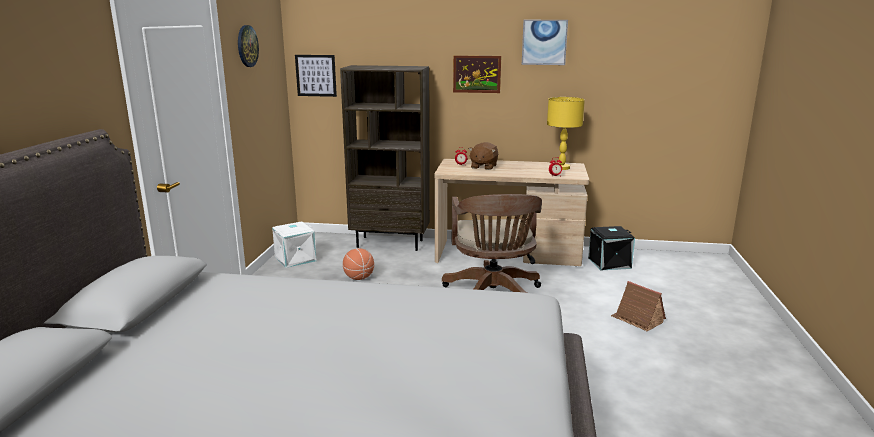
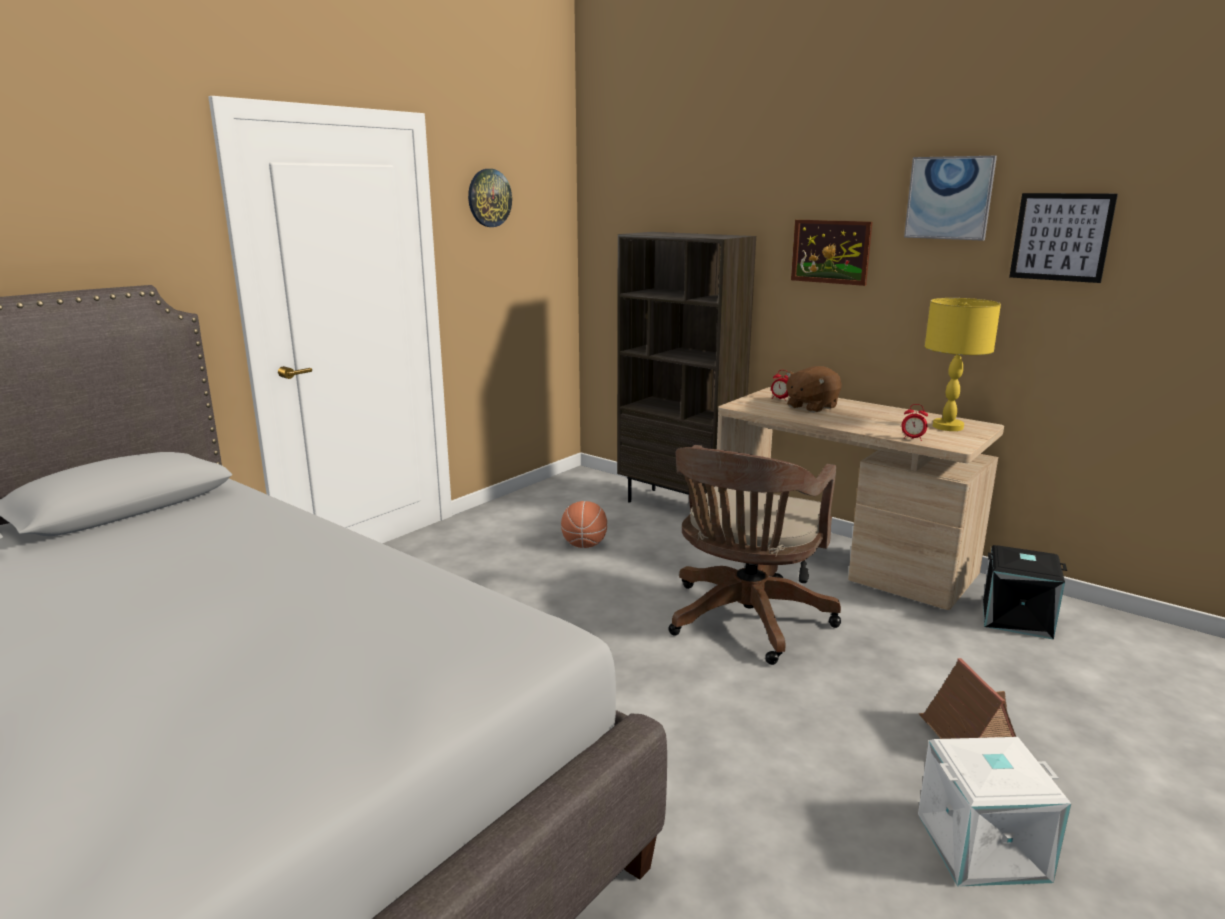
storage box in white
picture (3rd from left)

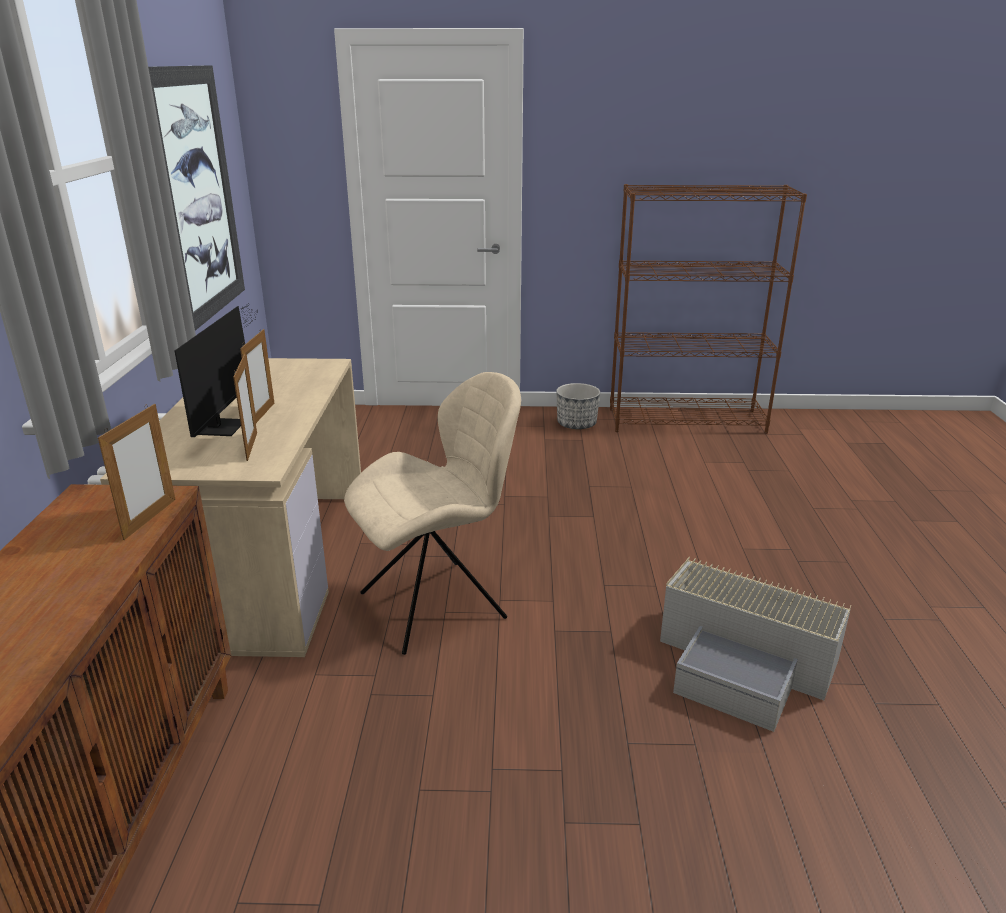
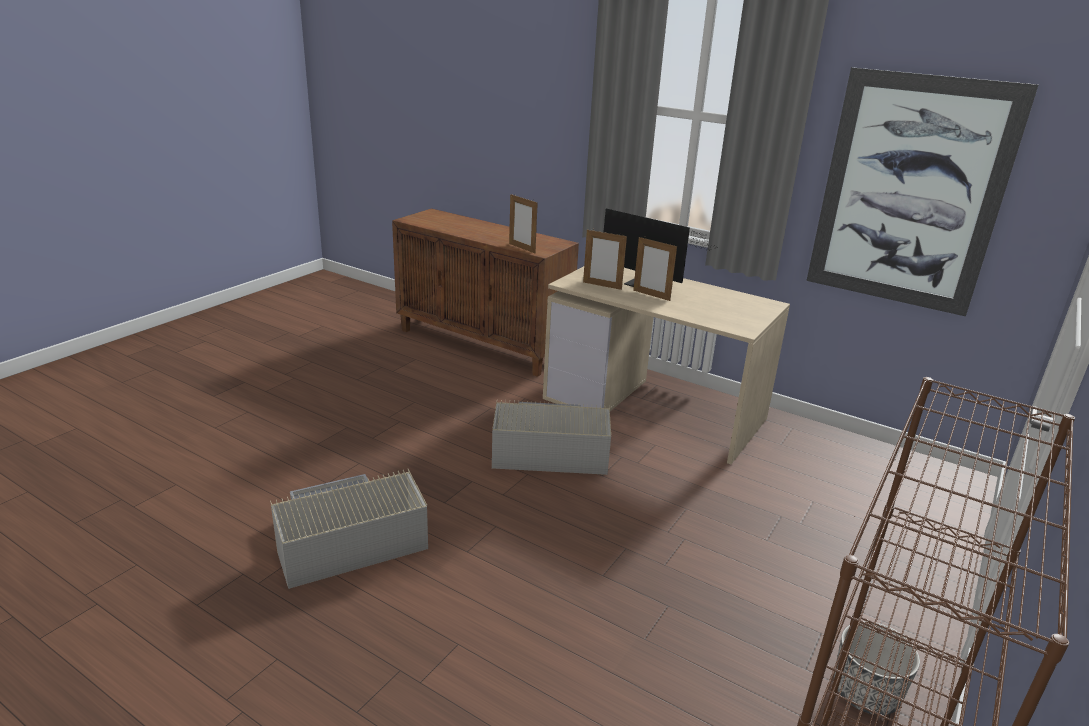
storage box in grey (2nd from left)

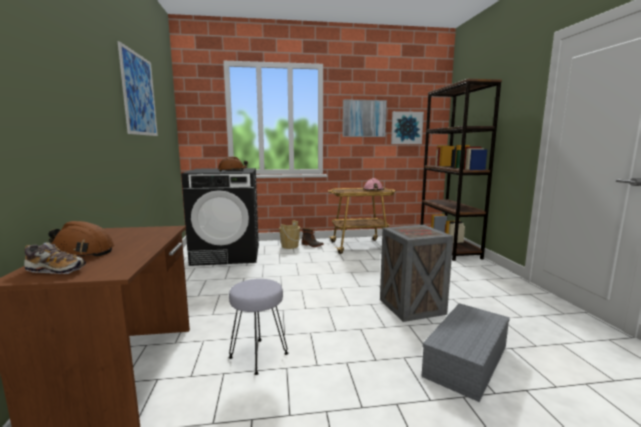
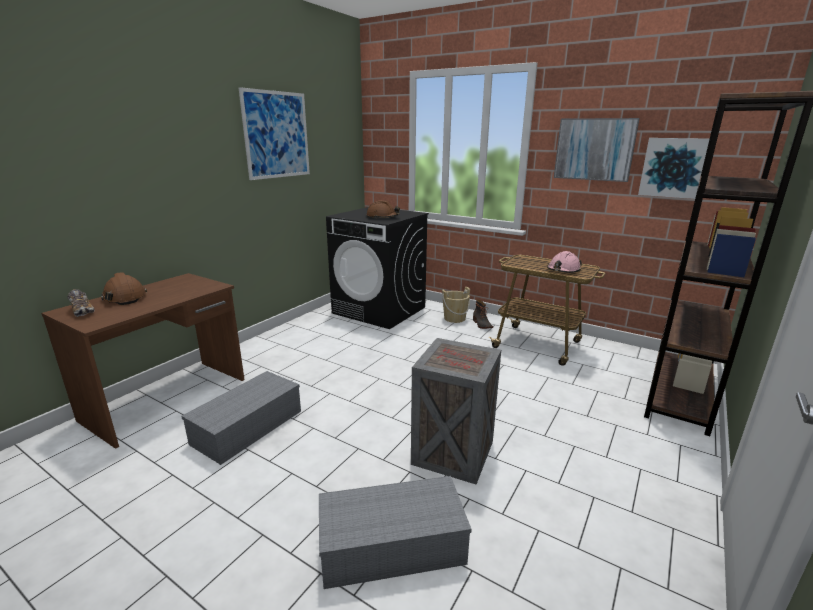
storage box in grey (1st from left)

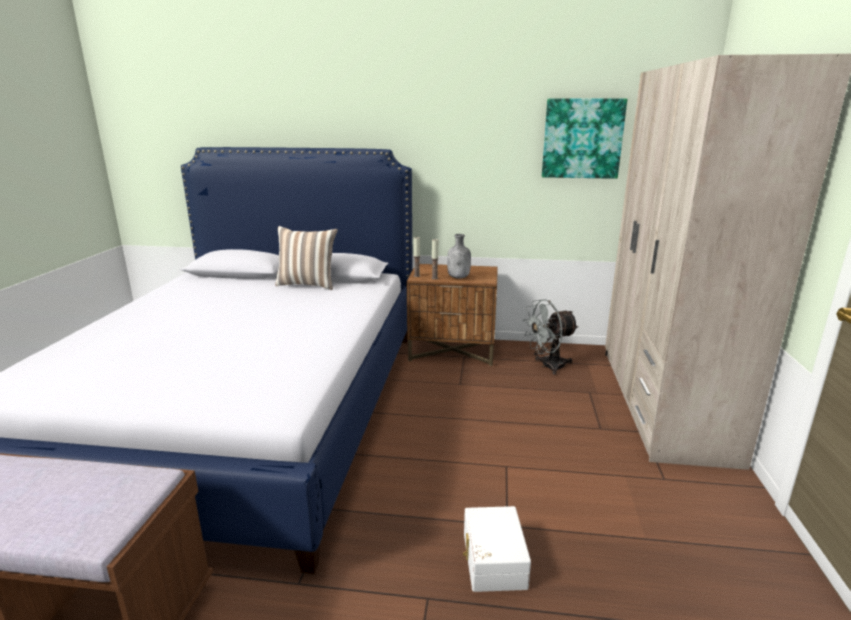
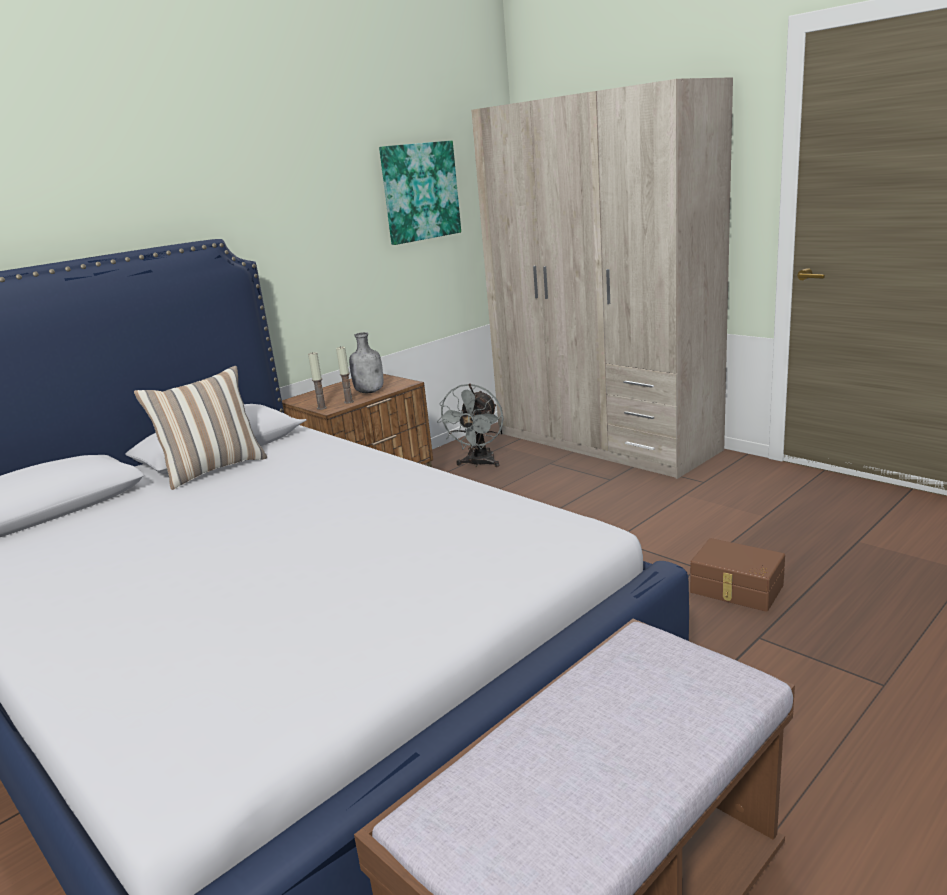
storage box in brown

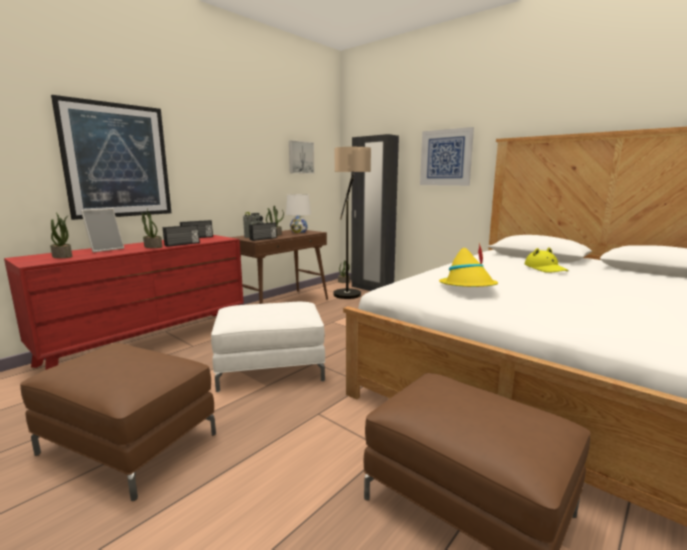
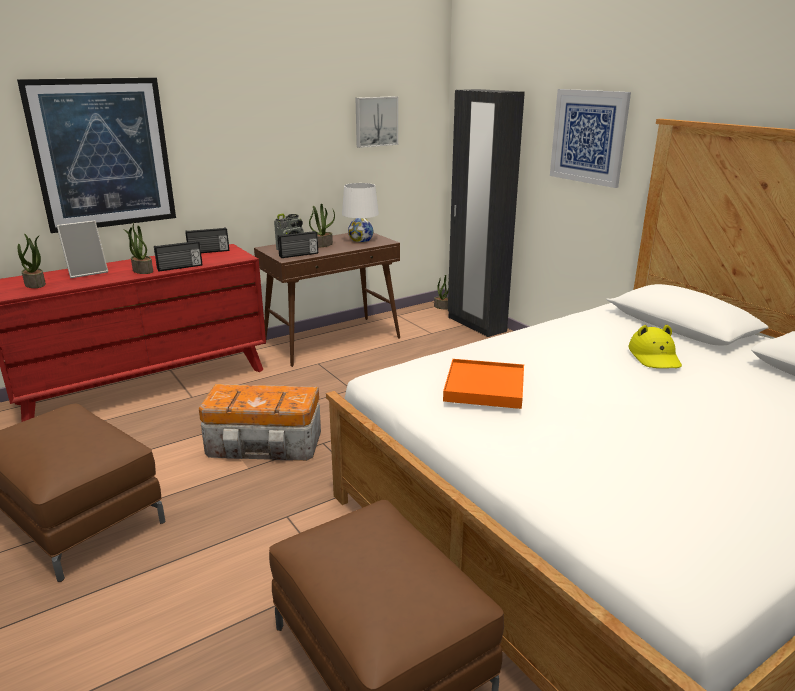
storage box
tray in orange
floor lamp

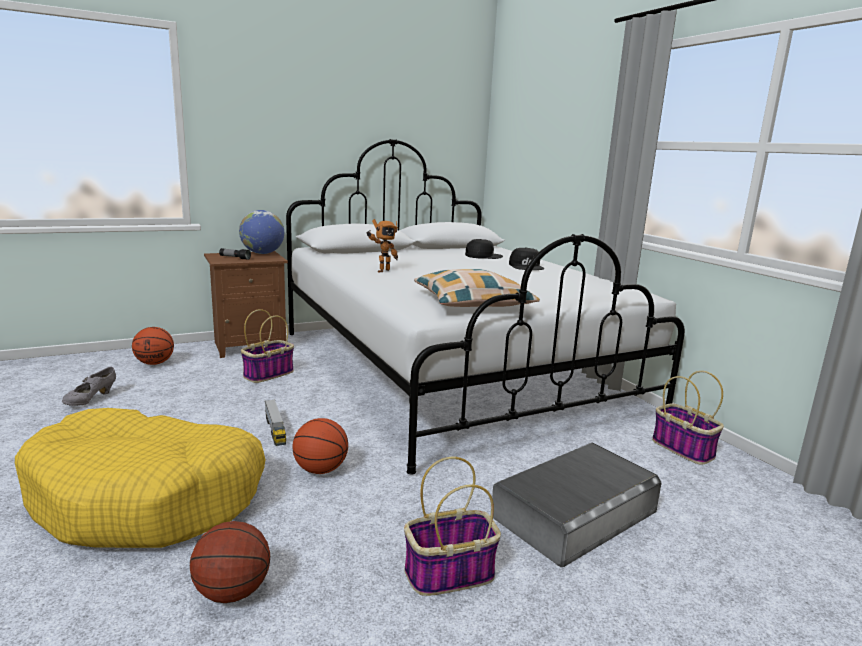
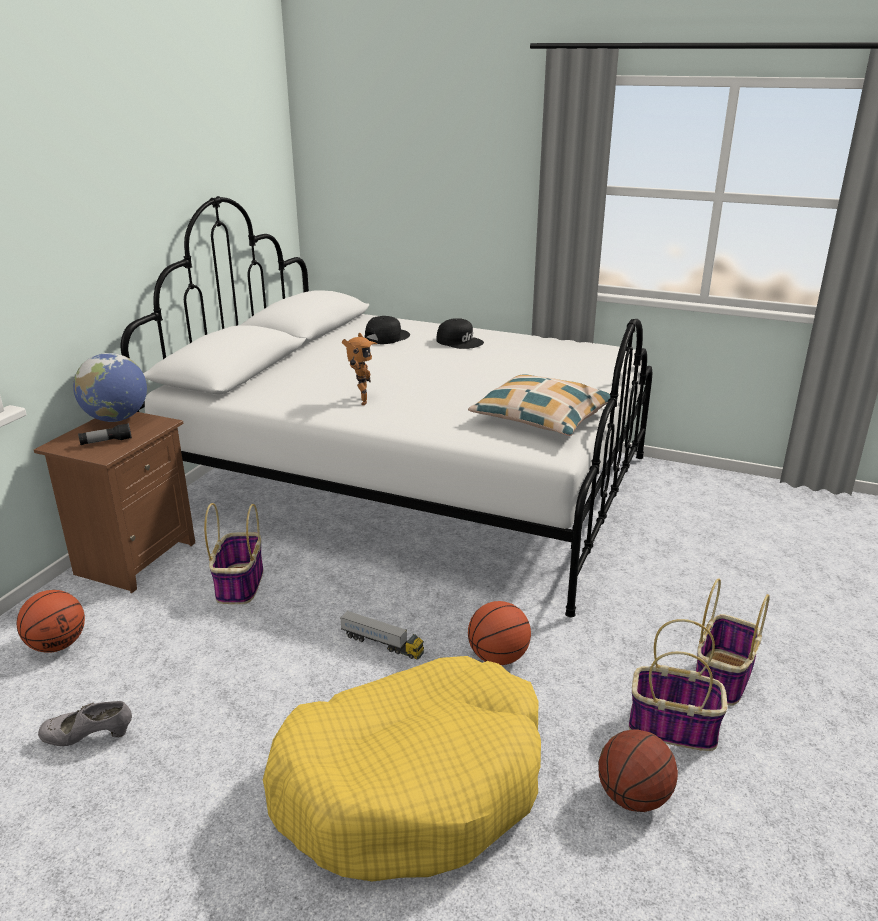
shoe in grey
basket (2nd from left)
storage box in grey

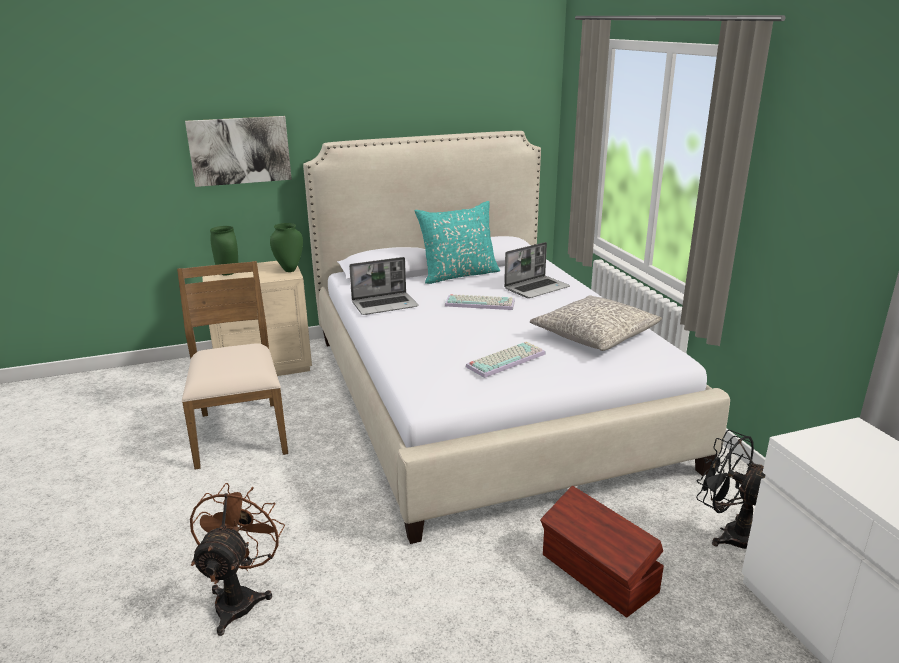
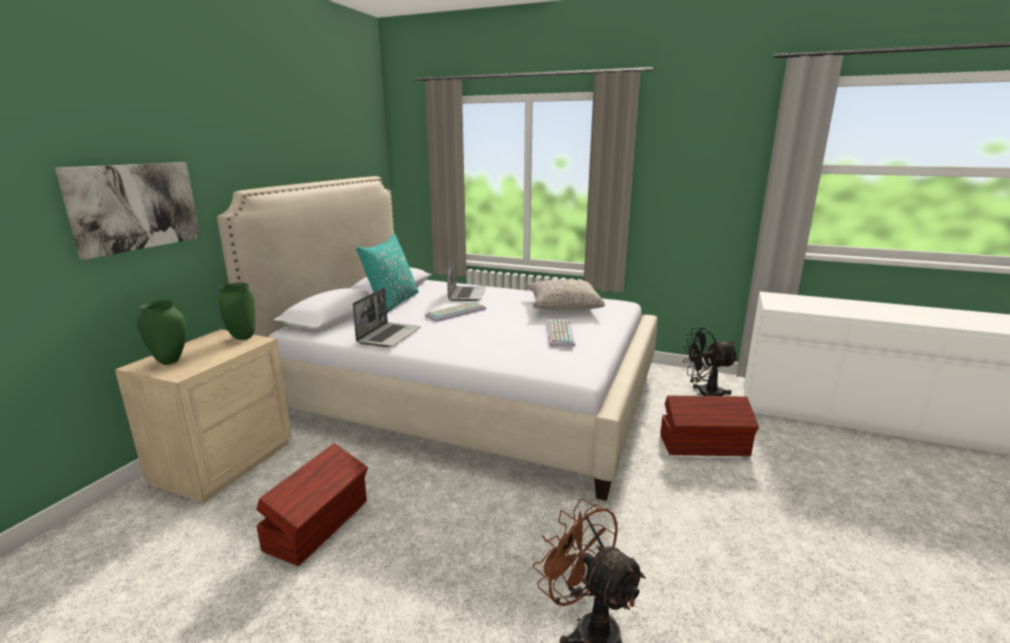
storage box in brown (1st from left)

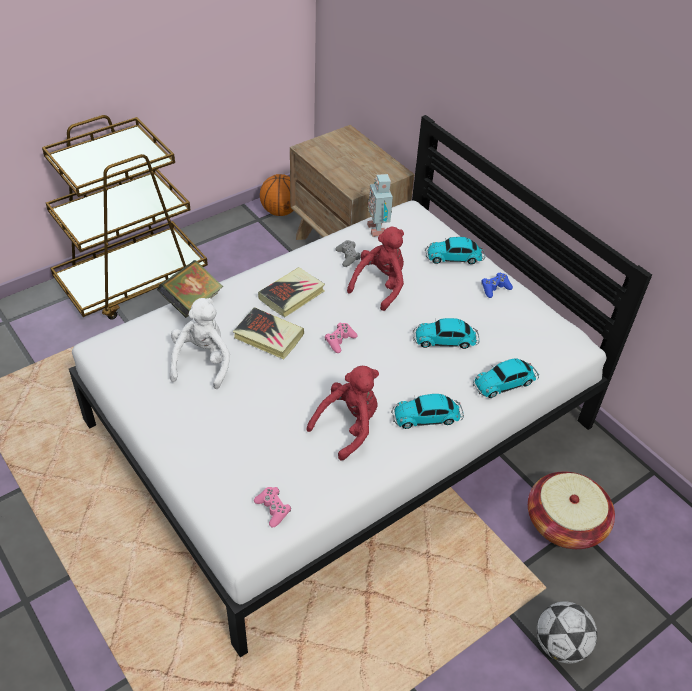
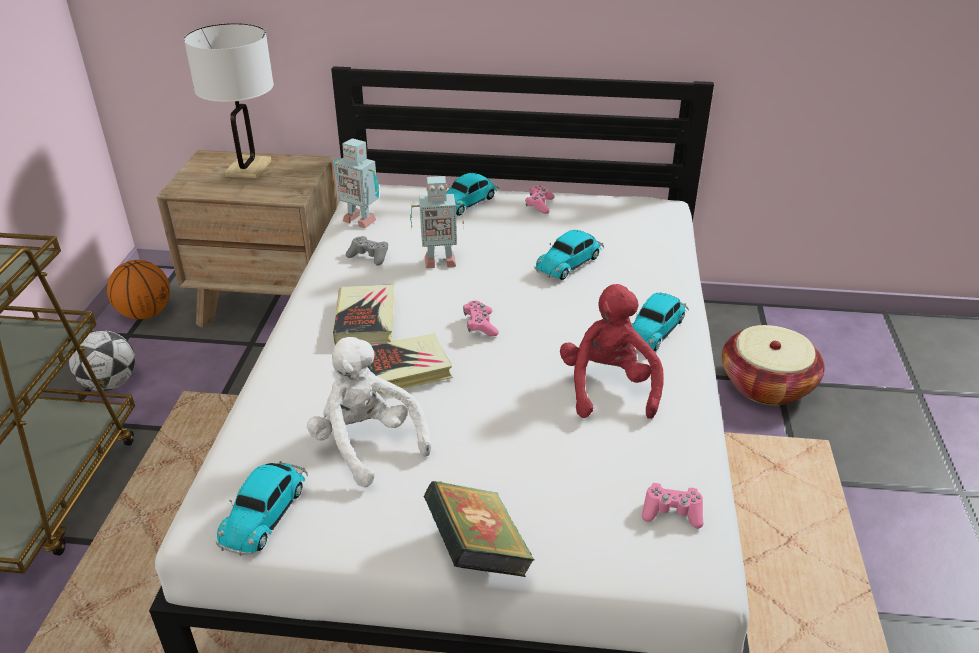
football
table lamp in white
toy car (1st from left)
toy robot (2nd from left)
book (3rd from left)
game controller in pink (2nd from left)

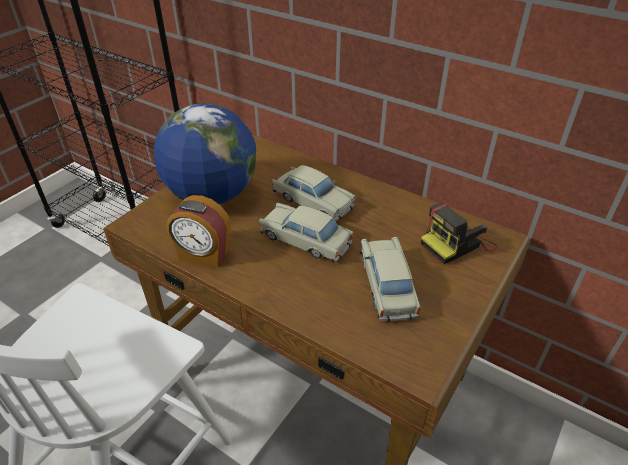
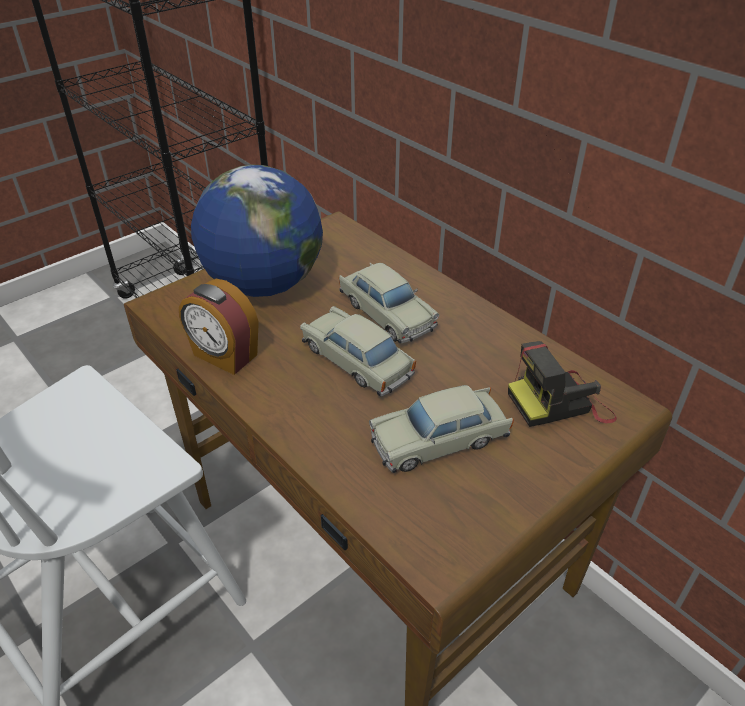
toy car in beige (3rd from left)

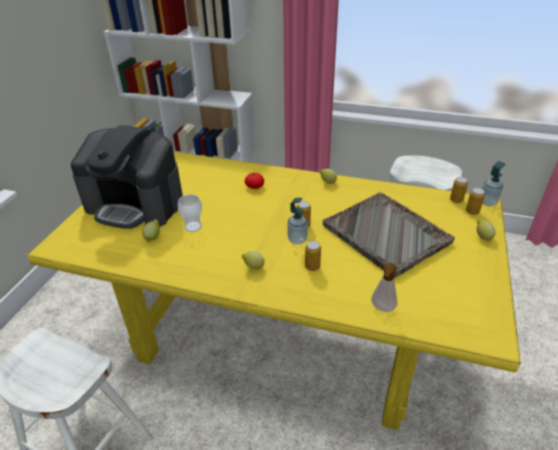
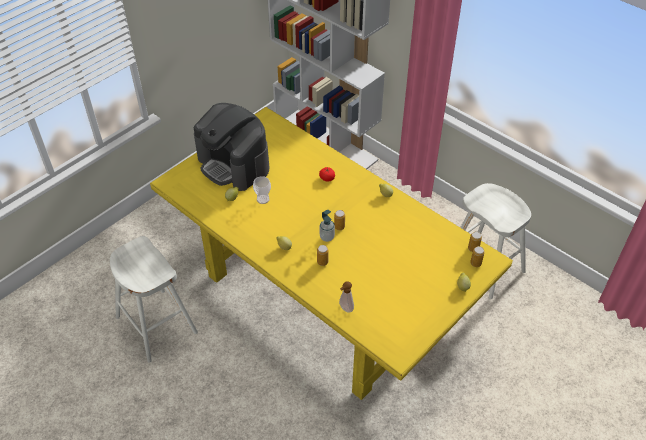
tray in grey
soap dispenser (3rd from left in the first image)

